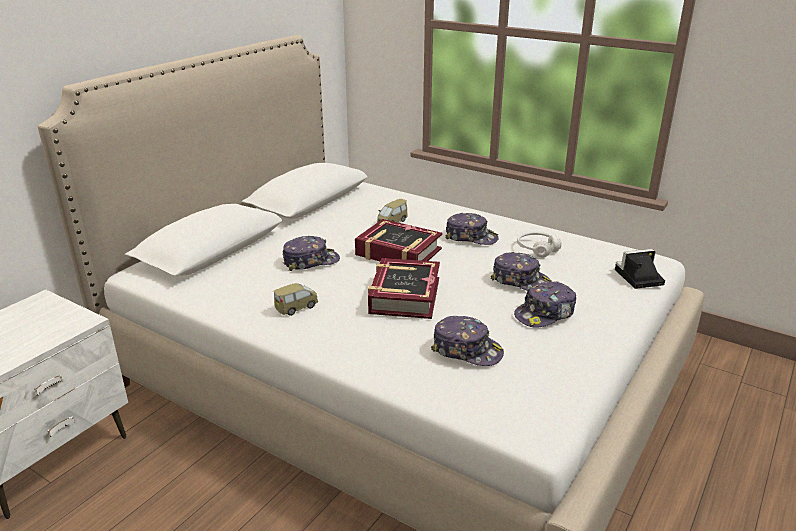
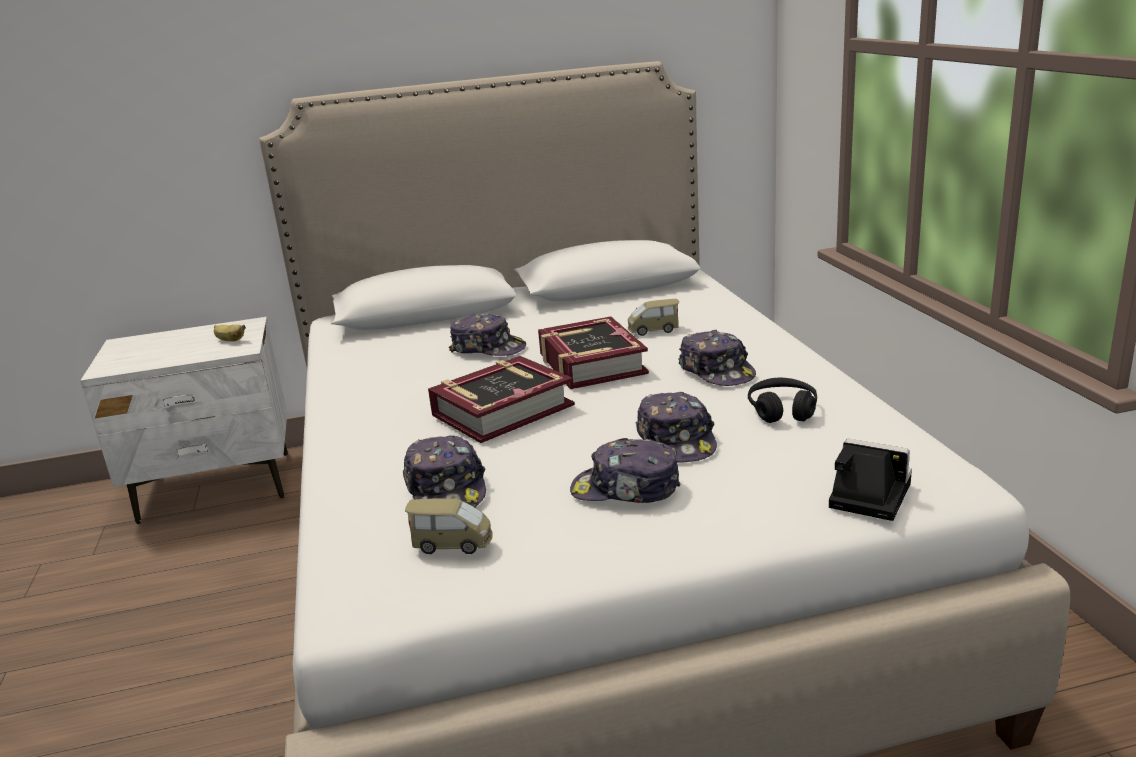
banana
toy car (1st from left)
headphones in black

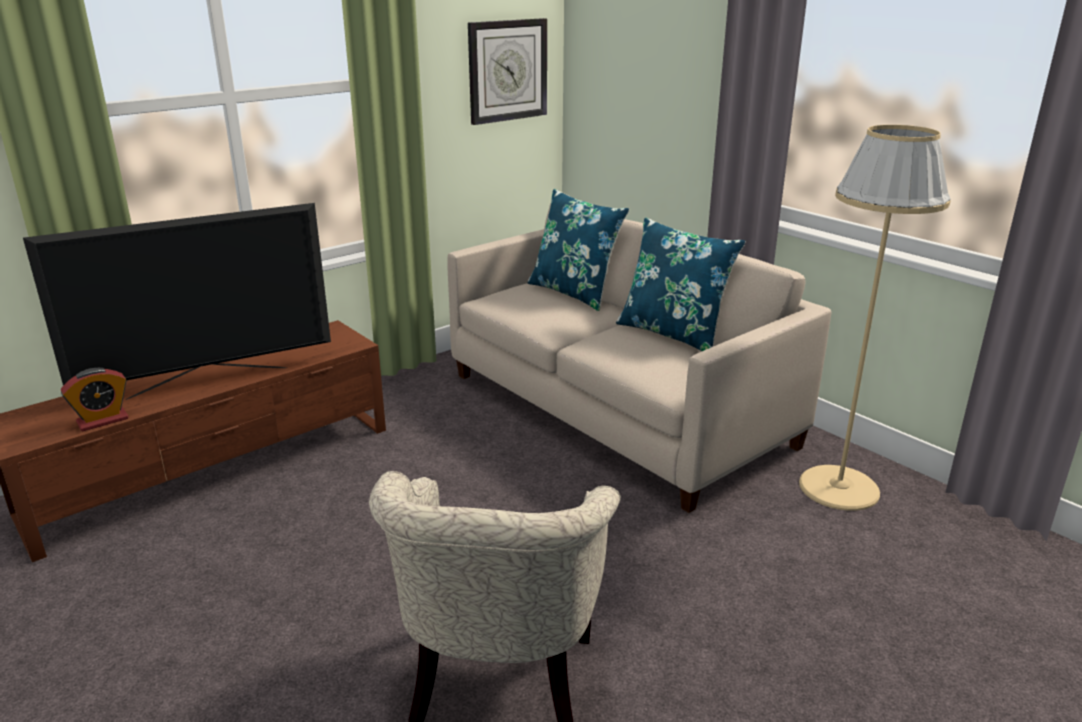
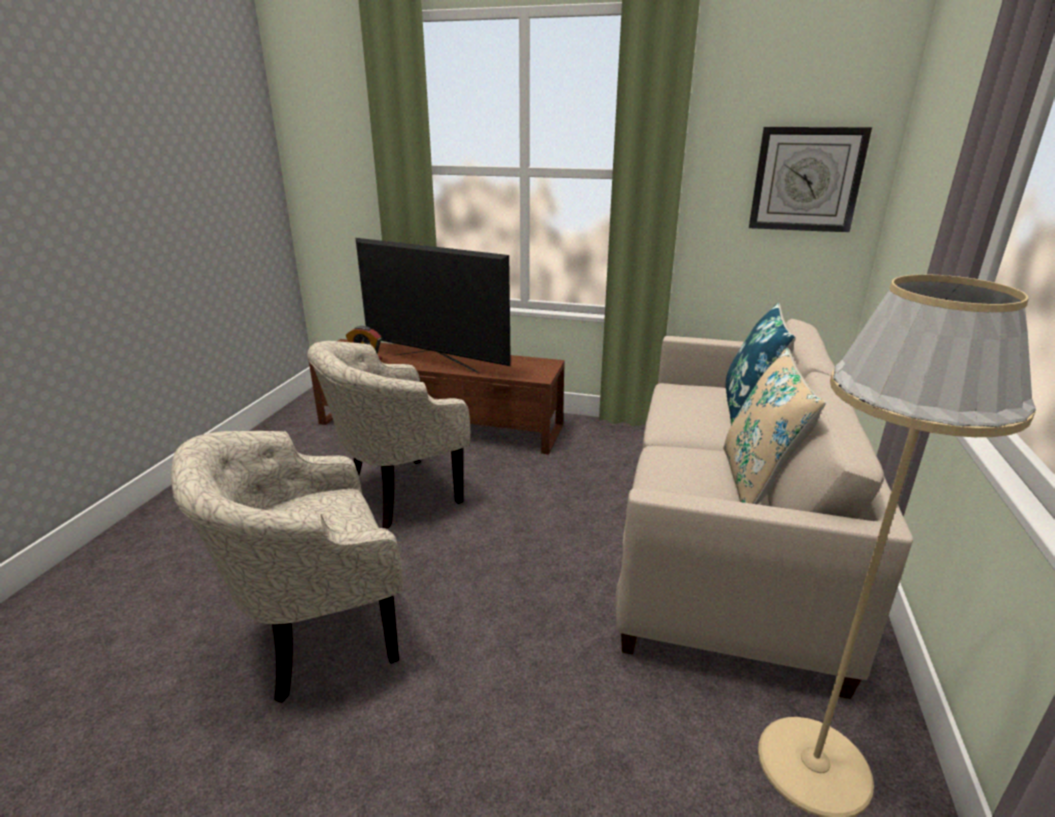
armchair in beige (2nd from left)
pillow in beige

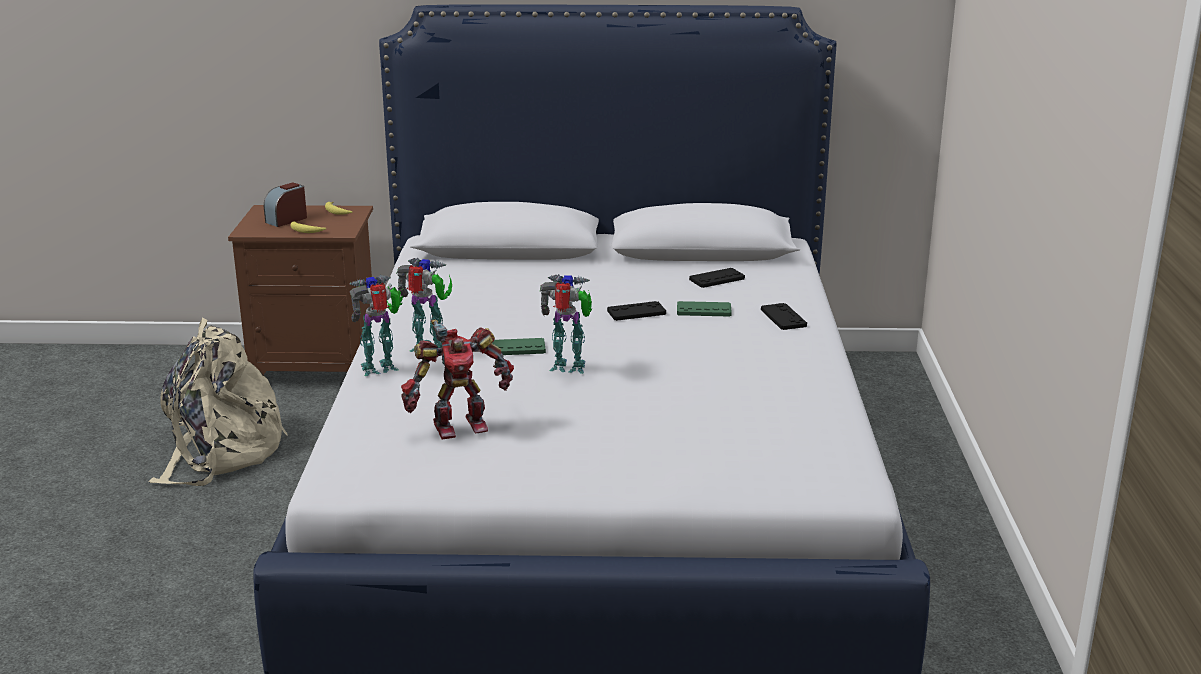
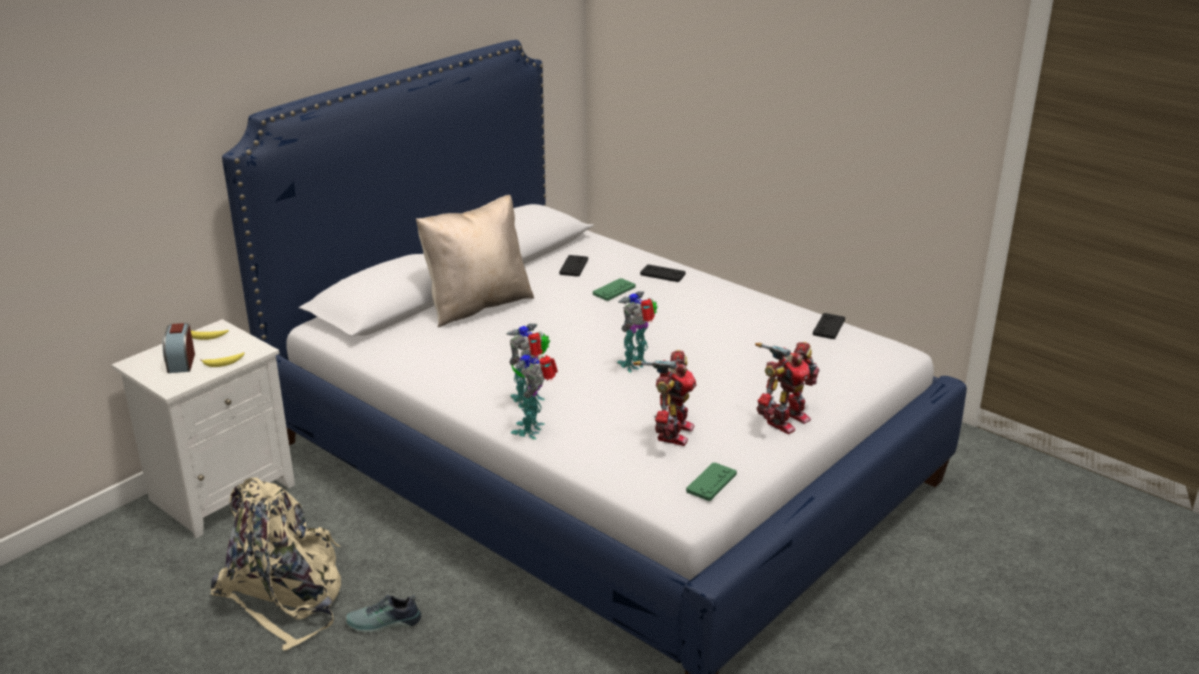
nightstand in white
shoe
pillow in beige
game controller in green (2nd from left)
toy robot (5th from left)
game controller in black (3rd from left)

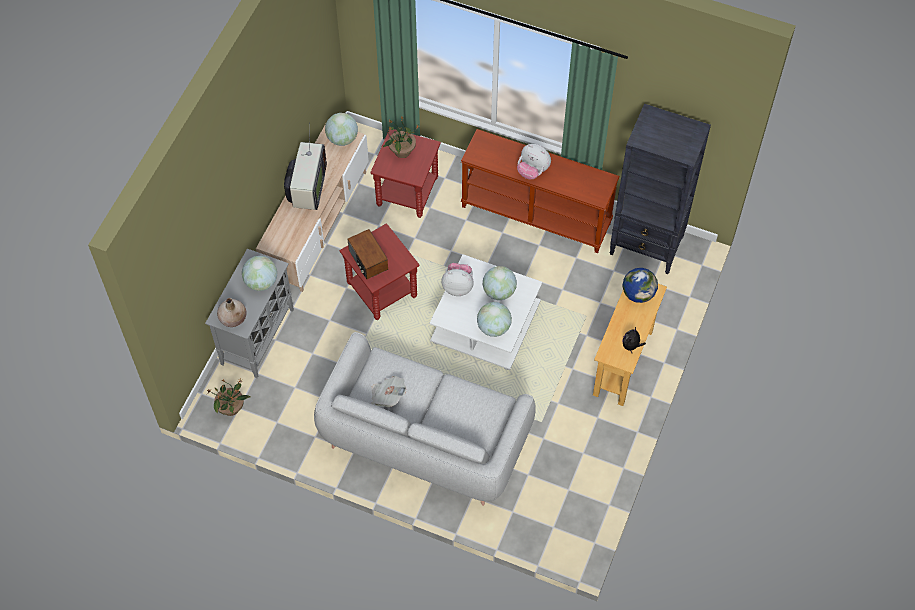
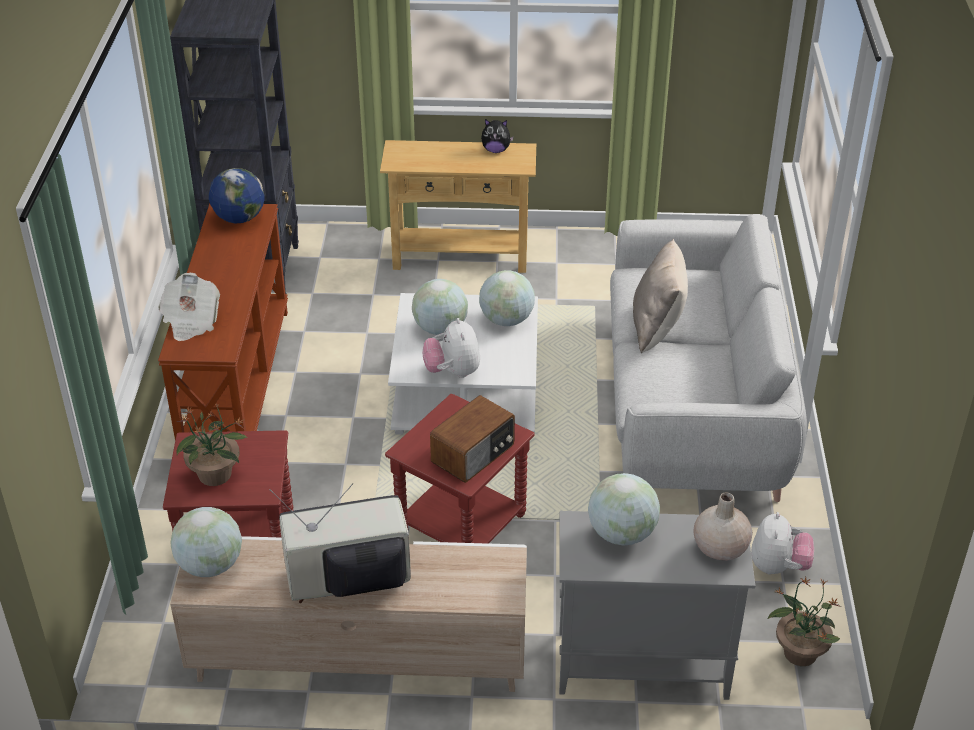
newspaper
globe (2nd from left)
pillow in beige
plush toy (3rd from left)

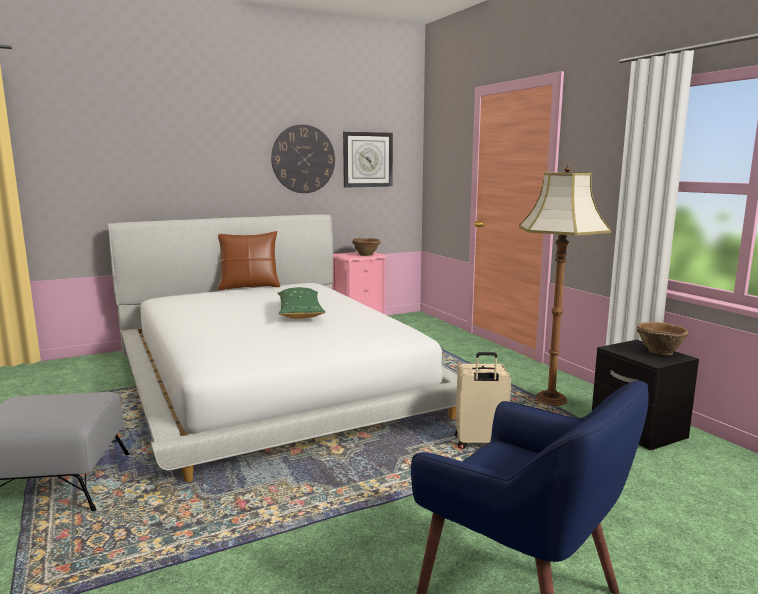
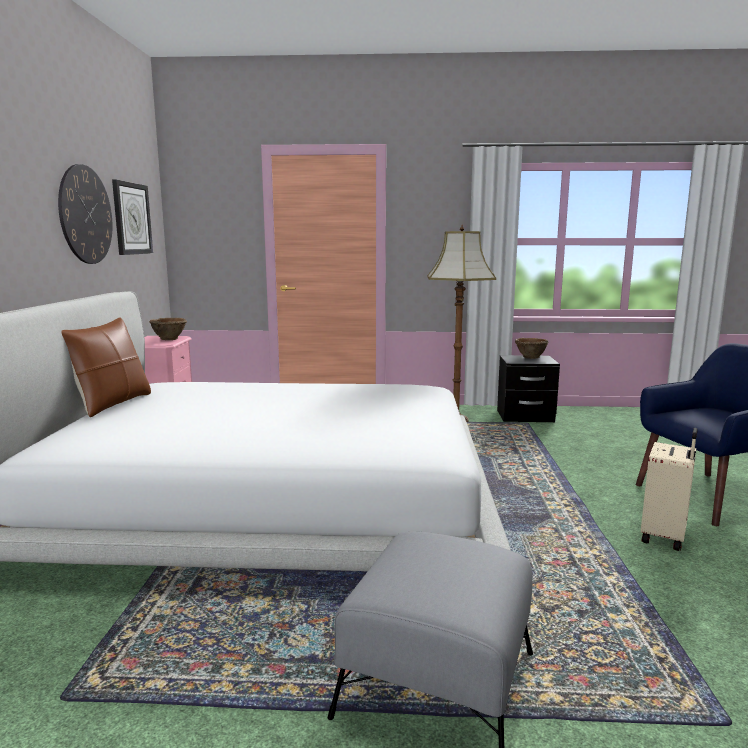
suitcase in beige
pillow in green

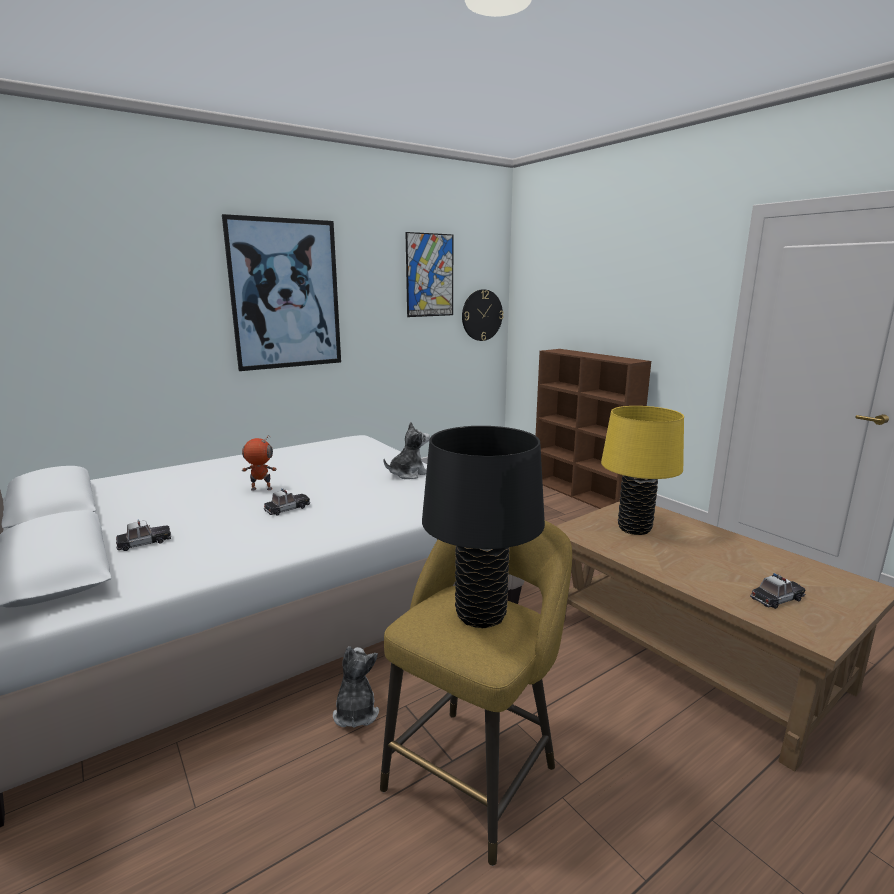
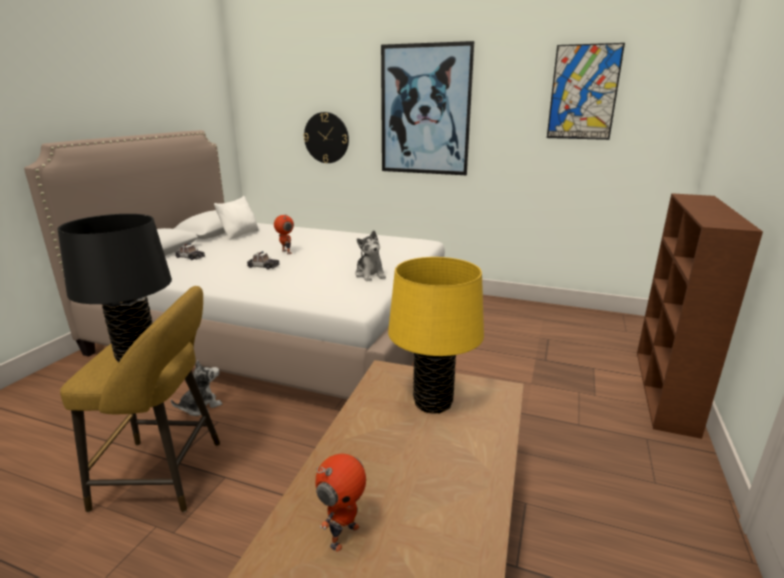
pillow in white
wall clock
toy robot (2nd from left)
plush toy (2nd from left)

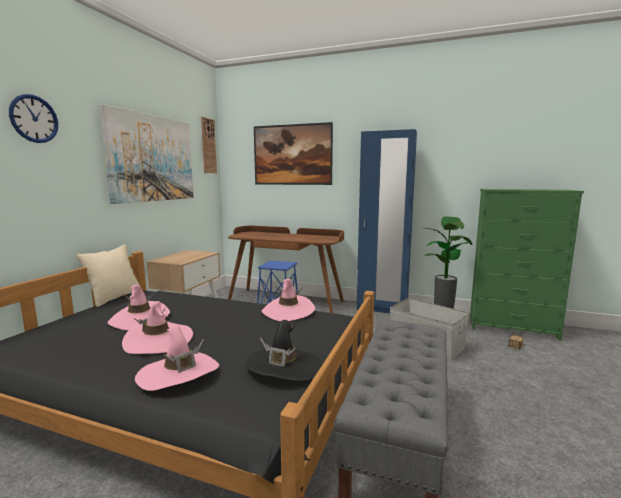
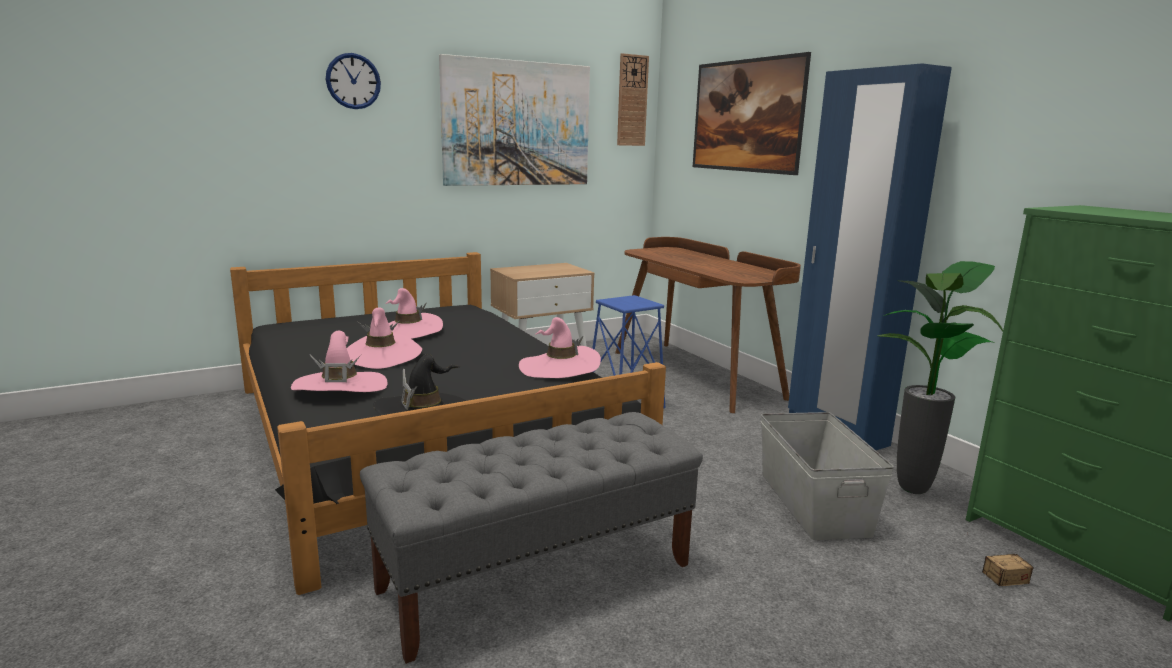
pillow in beige

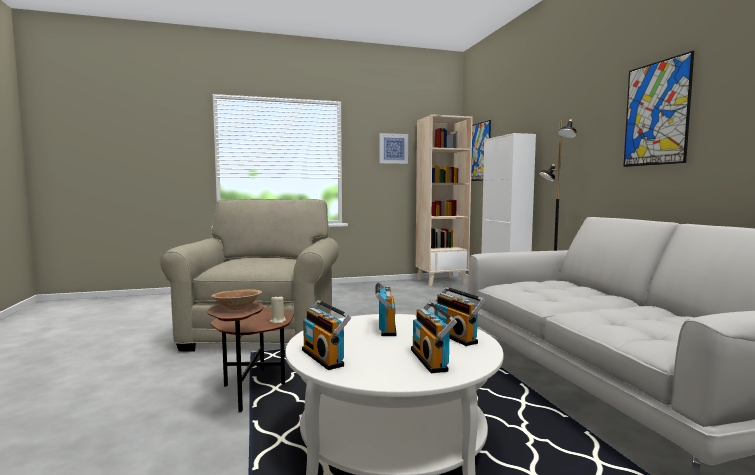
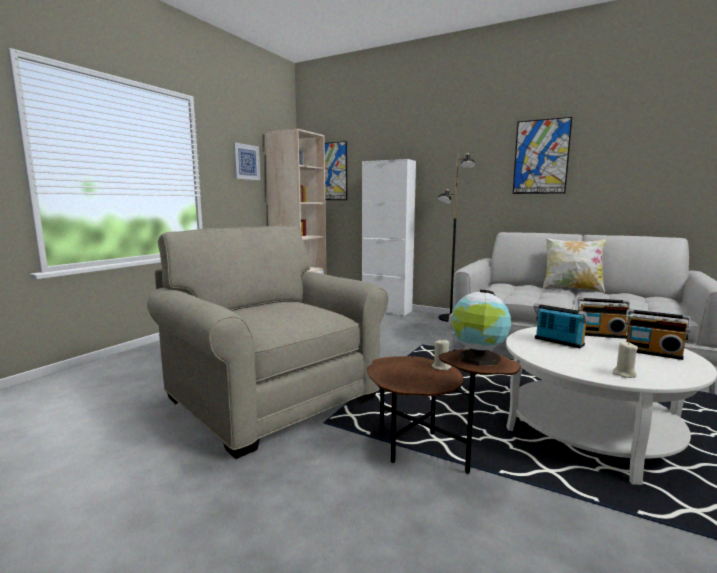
globe
pillow
candle in beige (2nd from left)

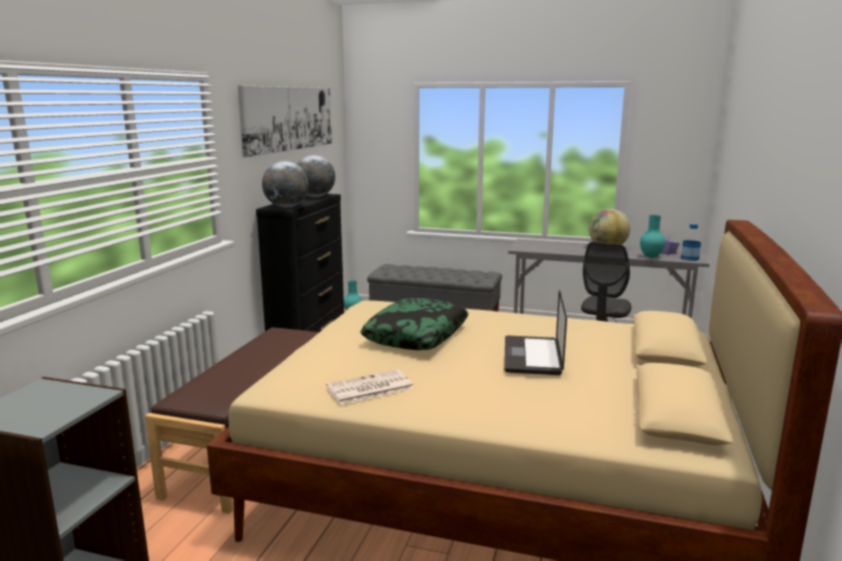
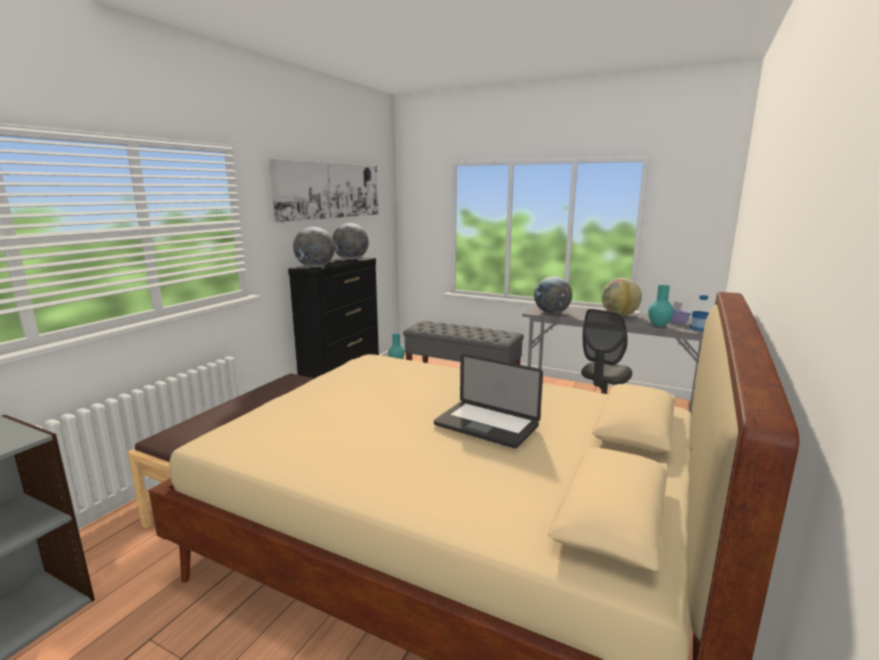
laptop
globe (3rd from left)
newspaper
pillow

